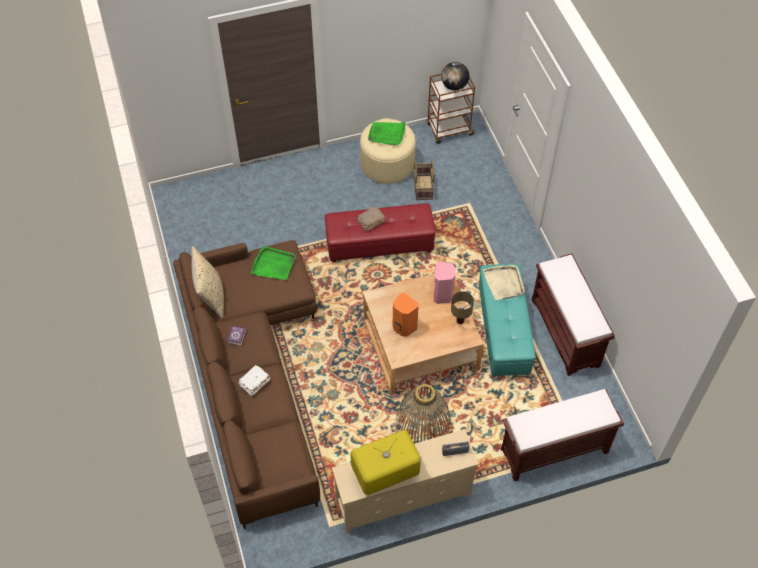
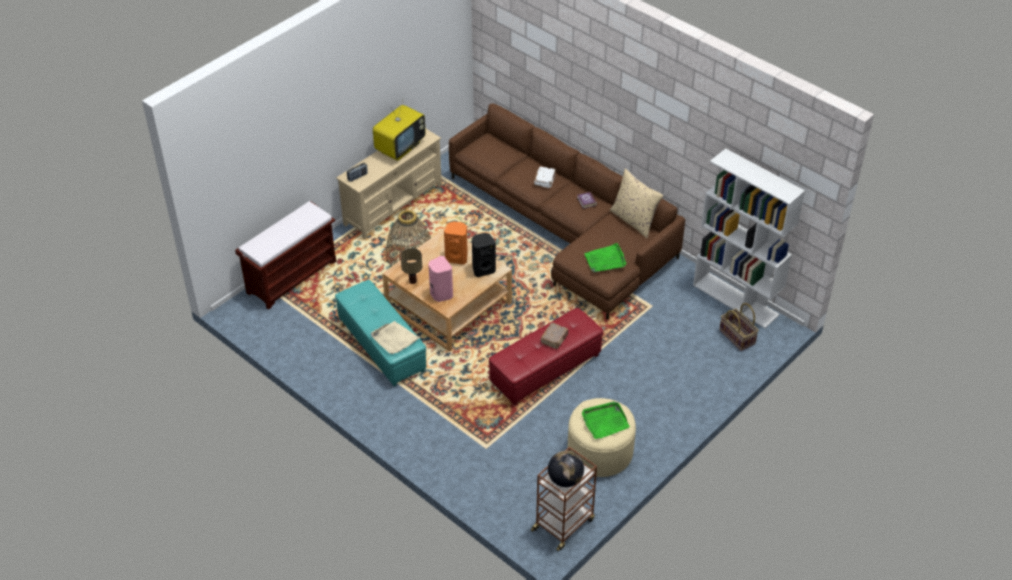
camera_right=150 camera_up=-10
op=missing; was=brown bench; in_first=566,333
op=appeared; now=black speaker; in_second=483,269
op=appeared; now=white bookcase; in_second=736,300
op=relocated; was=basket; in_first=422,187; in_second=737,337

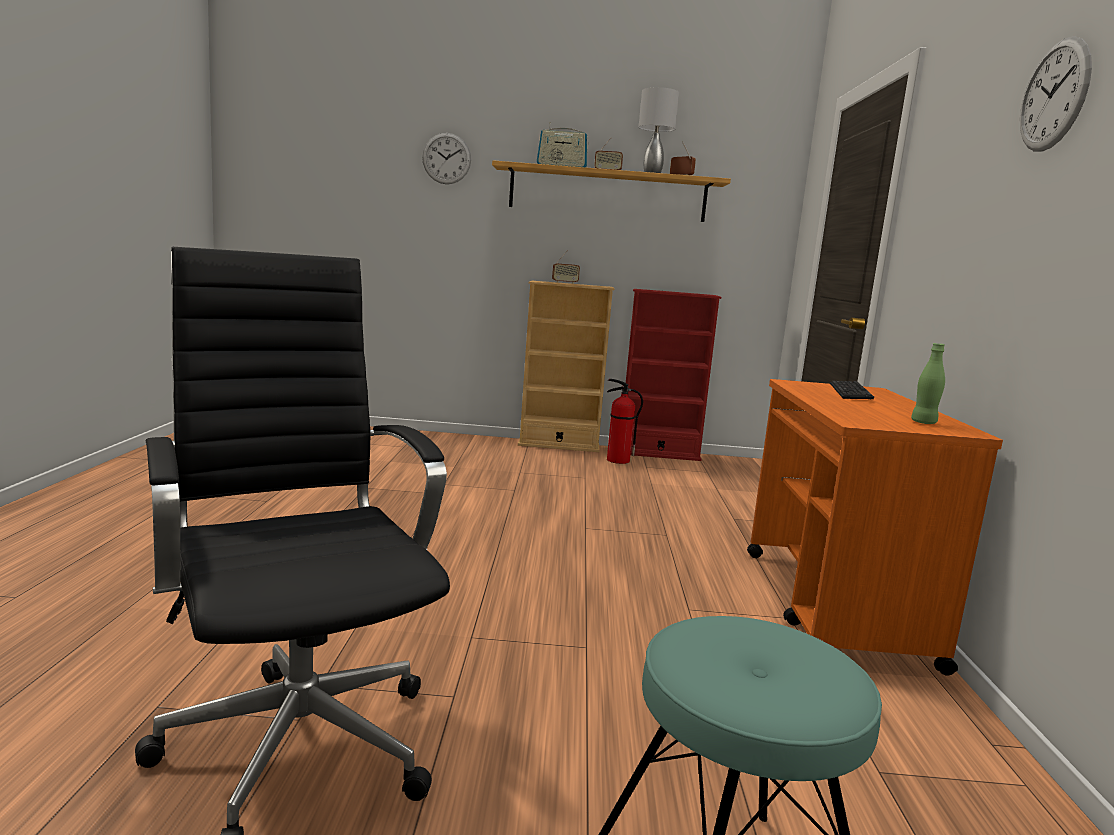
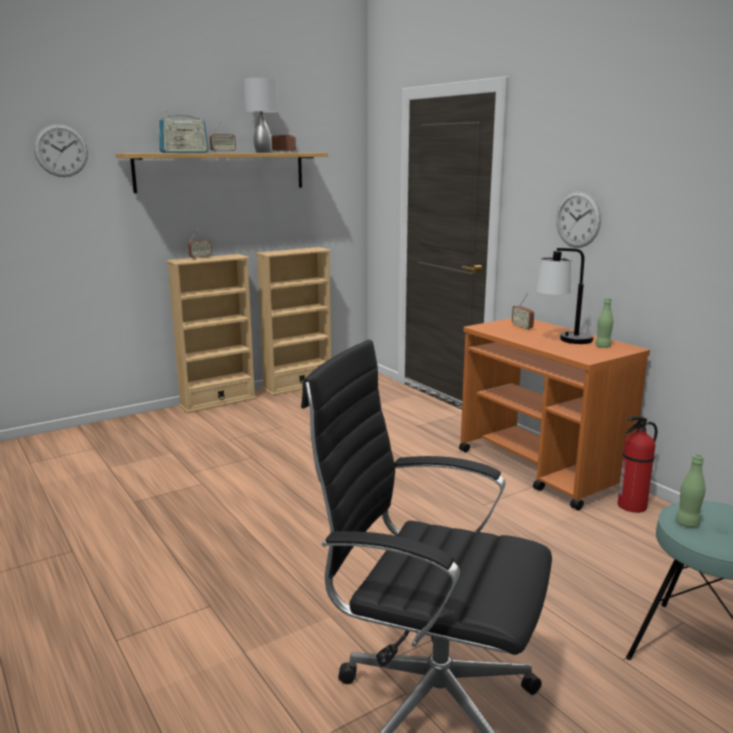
camera_right=-35 camera_up=5
op=appeared; now=table lamp; in_second=562,341
op=appeared; now=green bottle; in_second=687,523
op=relocated; was=fire extinguisher; in_first=617,460; in_second=631,506
op=relocated; was=wall clock; in_first=1054,95; in_second=578,219
op=exchanged; was=keyboard; now=radio; in_first=850,392; in_second=522,327
op=colour; was=red bookcase; now=beige bookcase; in_first=658,454; in_second=298,386

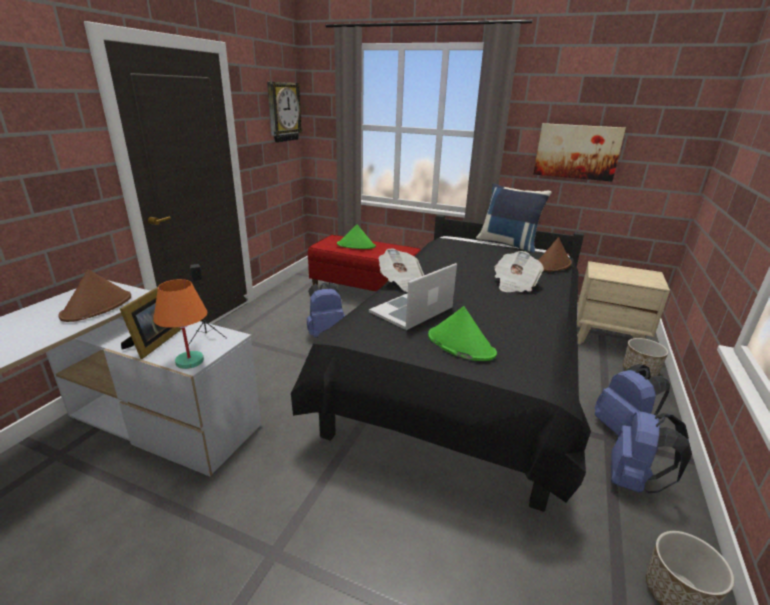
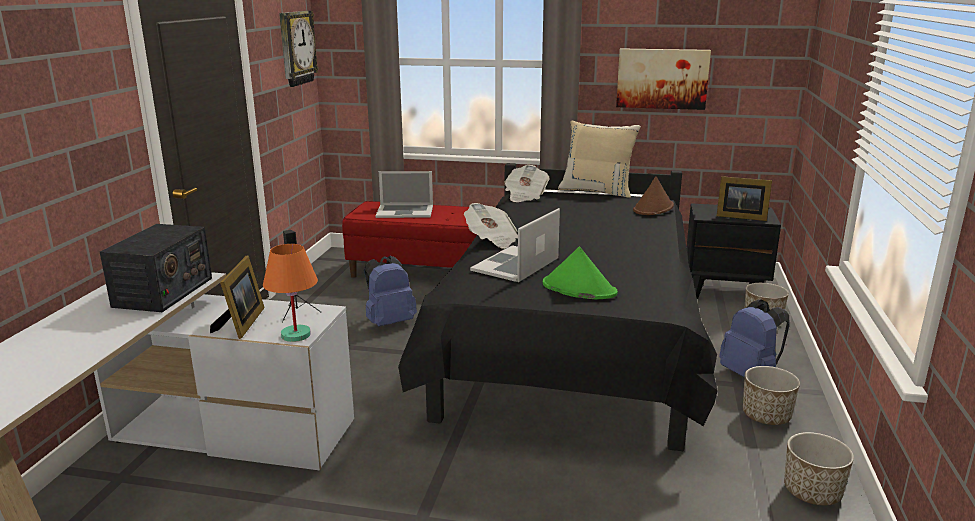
camera_right=-10 camera_up=-5
op=appeared; now=picture frame; in_second=739,216
op=relocated; was=newspaper; in_first=514,284; in_second=525,196
op=exchanged; was=brown hat; now=radio; in_first=97,307; in_second=163,292
op=exchanged; was=green hat; now=laptop; in_first=356,245; in_second=405,211
op=exchanged; was=blue backpack; now=planter; in_first=633,481; in_second=766,416
op=colour; was=blue pillow; now=beige pillow; in_first=508,244; in_second=597,191
op=colour; was=beige nightstand; now=black nightstand; in_first=608,339; in_second=724,292

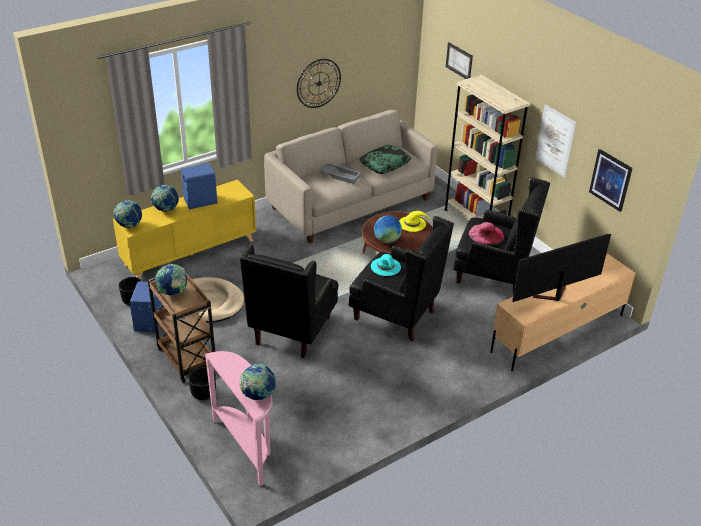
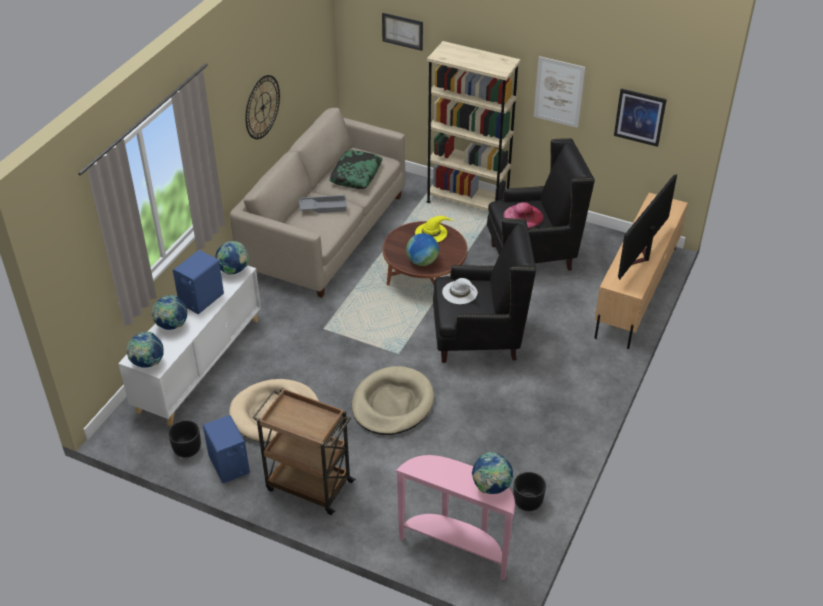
camera_right=-30 camera_up=5
op=relocated; was=globe; in_first=173,293; in_second=233,271
op=relocated; was=black planter; in_first=203,393; in_second=527,501
op=exchanged; was=black armchair; now=beige dog bed; in_first=292,331; in_second=392,404
op=colour; was=yellow cabinet; now=white cabinet; in_first=190,252; in_second=199,364
op=colour; was=turquoise hat; now=white hat; in_first=386,267; in_second=460,292

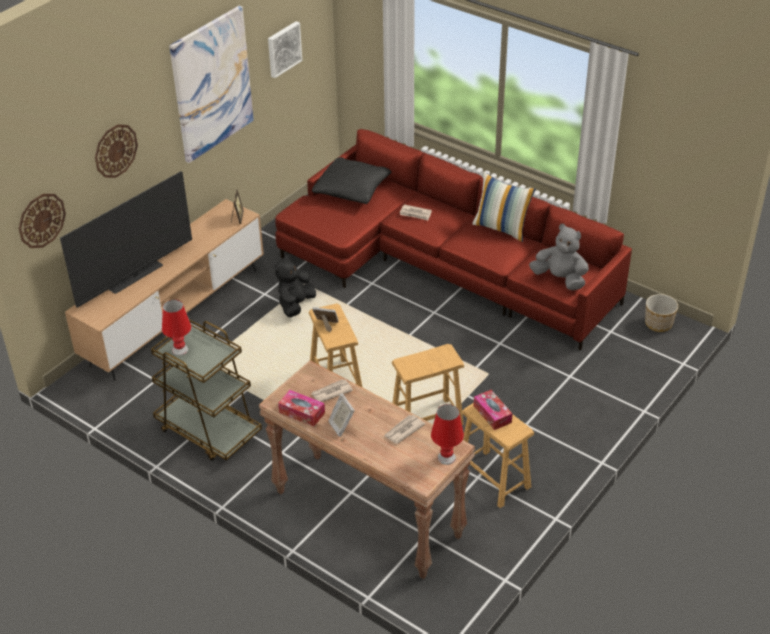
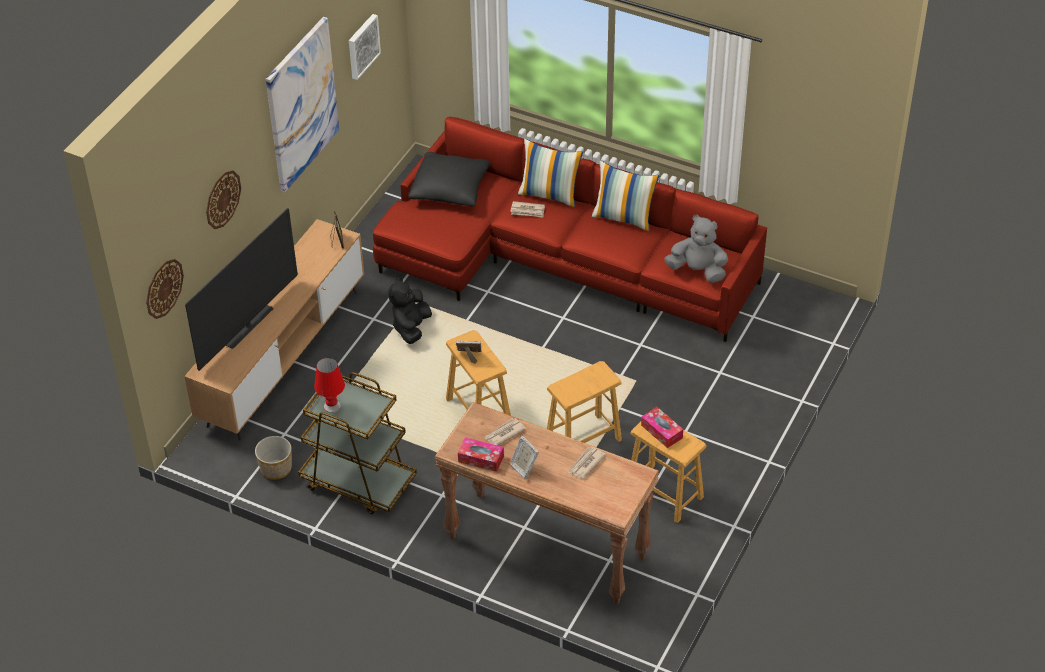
camera_right=-10 camera_up=5
op=missing; was=red table lamp; in_first=446,457
op=appeared; now=pillow; in_second=550,194
op=relocated; was=planter; in_first=658,323; in_second=275,468

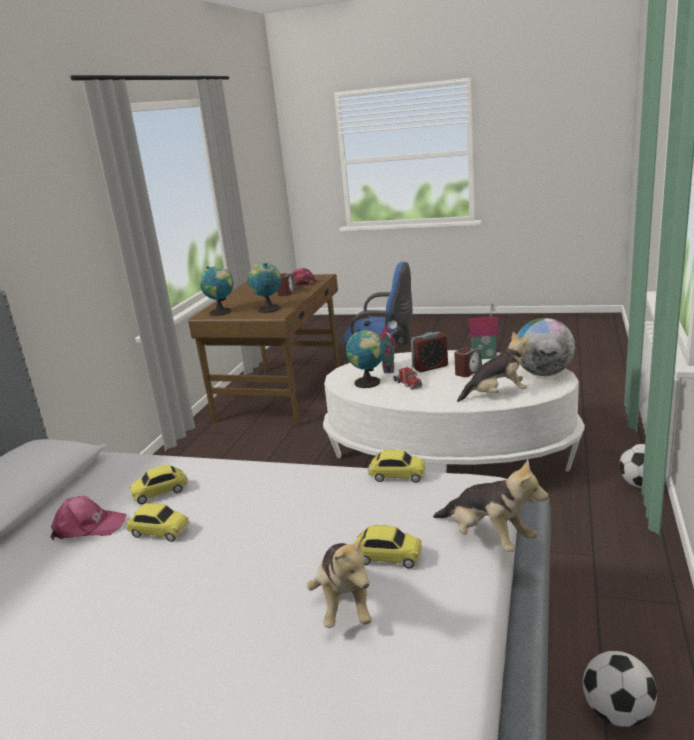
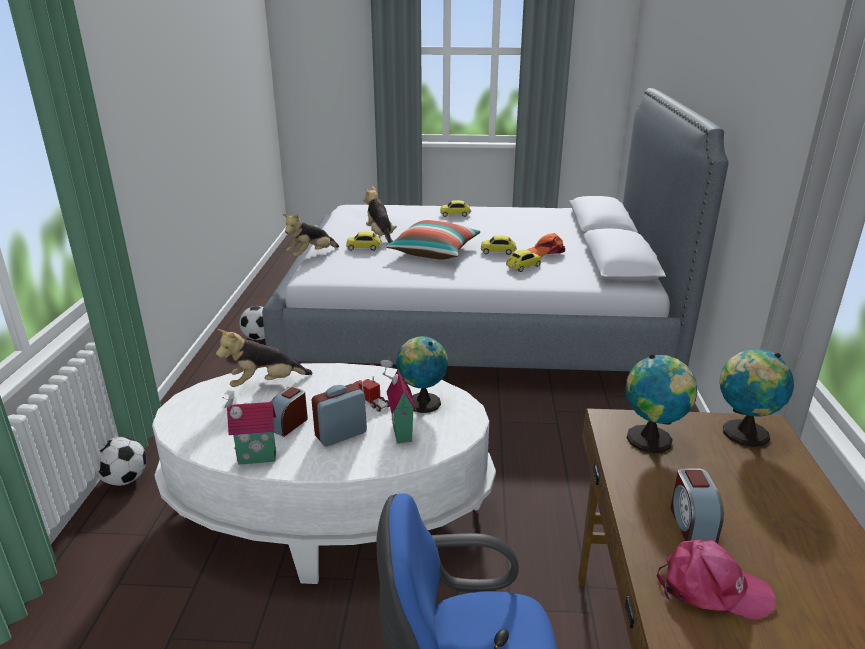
camera_right=165 camera_up=5
op=missing; was=globe; in_first=543,373
op=appeared; now=pillow; in_second=434,252
op=relocated; was=toy car; in_first=397,475; in_second=455,214
op=colour; was=pink cap; now=orange cap; in_first=88,527; in_second=545,252
op=spun; was=plush toy; in_first=488,538; in_second=311,255; clockwise=-75

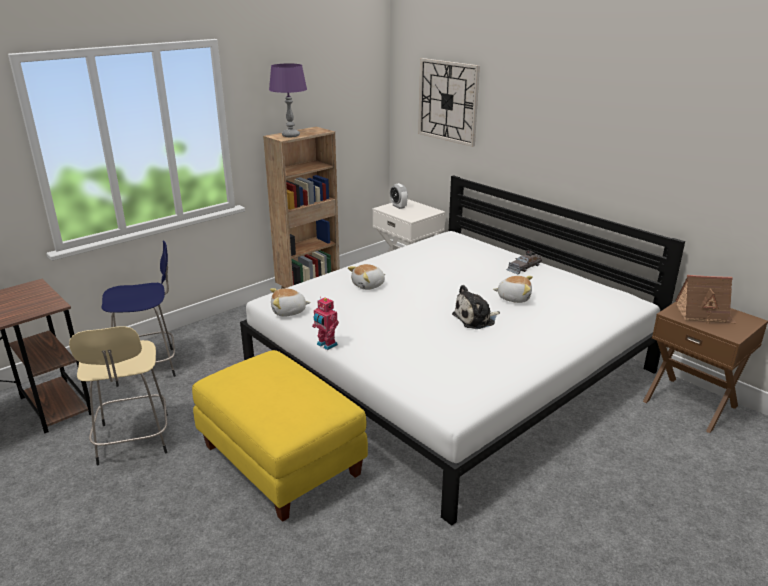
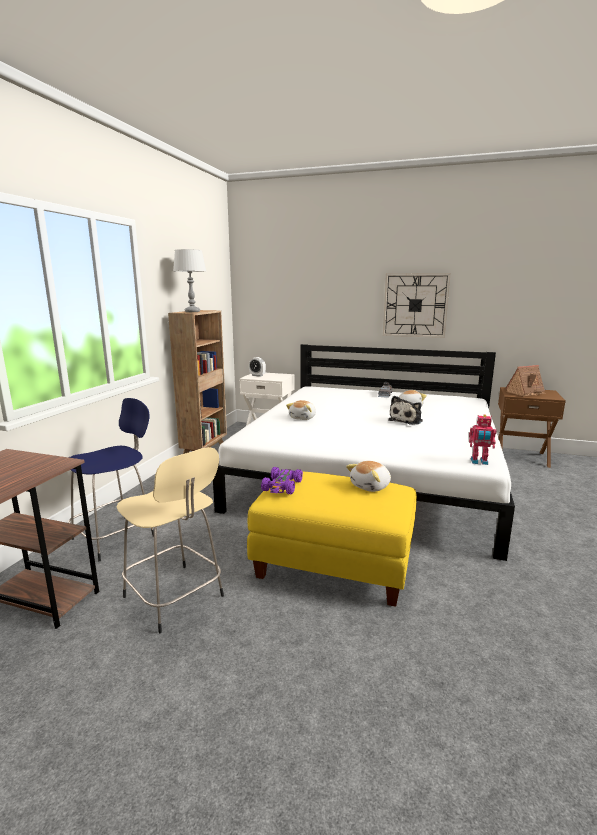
camera_right=-30 camera_up=-10
op=appeared; now=purple toy car; in_second=282,486
op=relocated; was=plush toy; in_first=289,312; in_second=371,486
op=relocated; was=toy robot; in_first=326,345; in_second=479,462
op=relocated; was=wall clock; in_first=448,101; in_second=415,305
op=colour; was=purple table lamp; now=grey table lamp; in_first=291,135; in_second=192,312

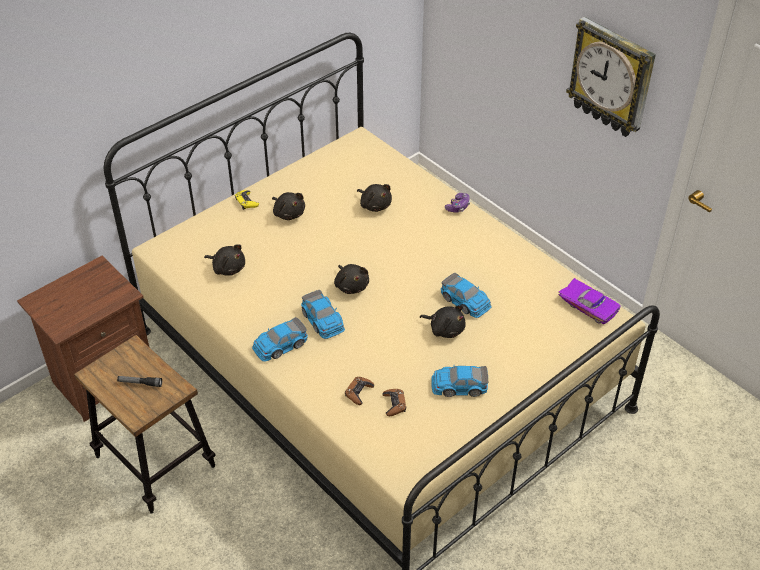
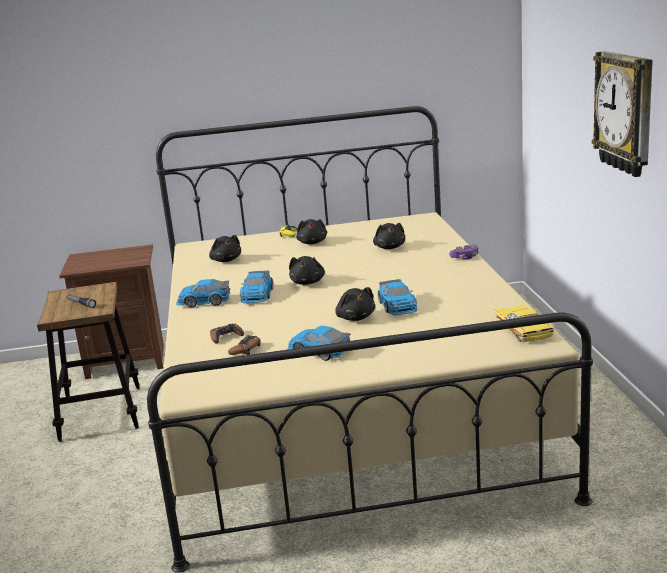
camera_right=35 camera_up=-25
op=colour; was=purple toy car; now=yellow toy car; in_first=589,305; in_second=525,329

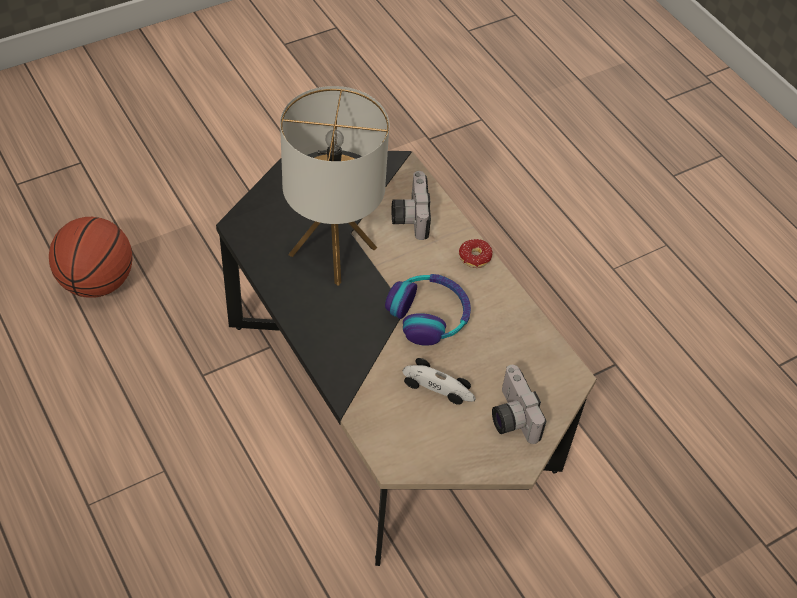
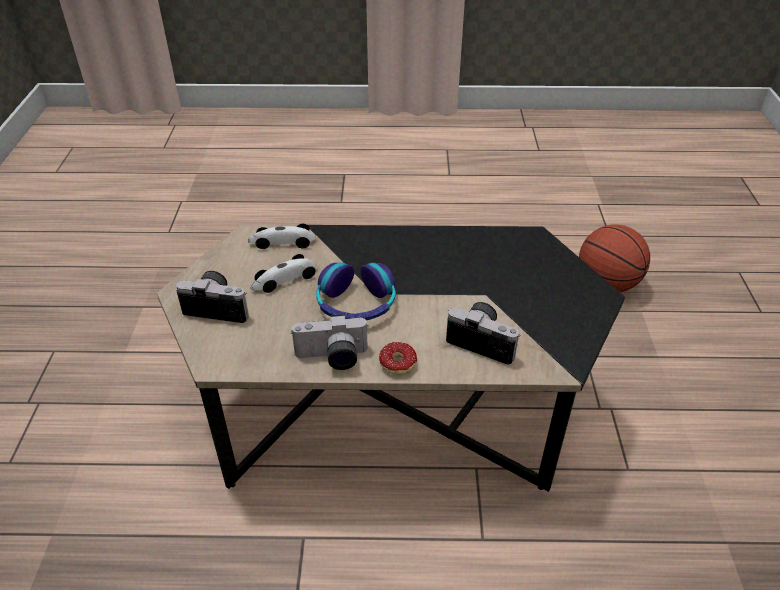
camera_right=125 camera_up=-10
op=missing; was=table lamp; in_first=333,250
op=appeared; now=toy car; in_second=282,242
op=appeared; now=photo camera; in_second=332,358

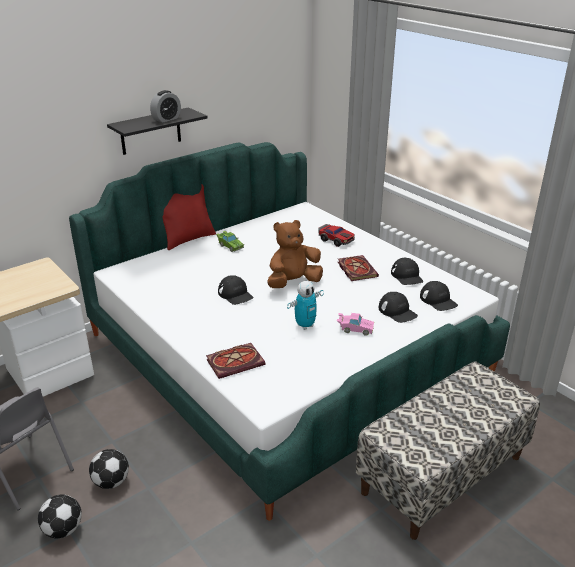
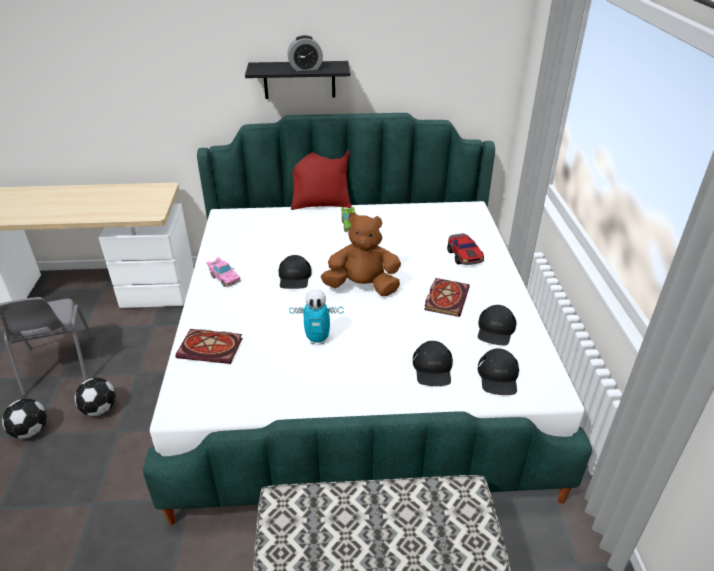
camera_right=35 camera_up=5
op=relocated; was=pink toy car; in_first=355,329; in_second=224,278

